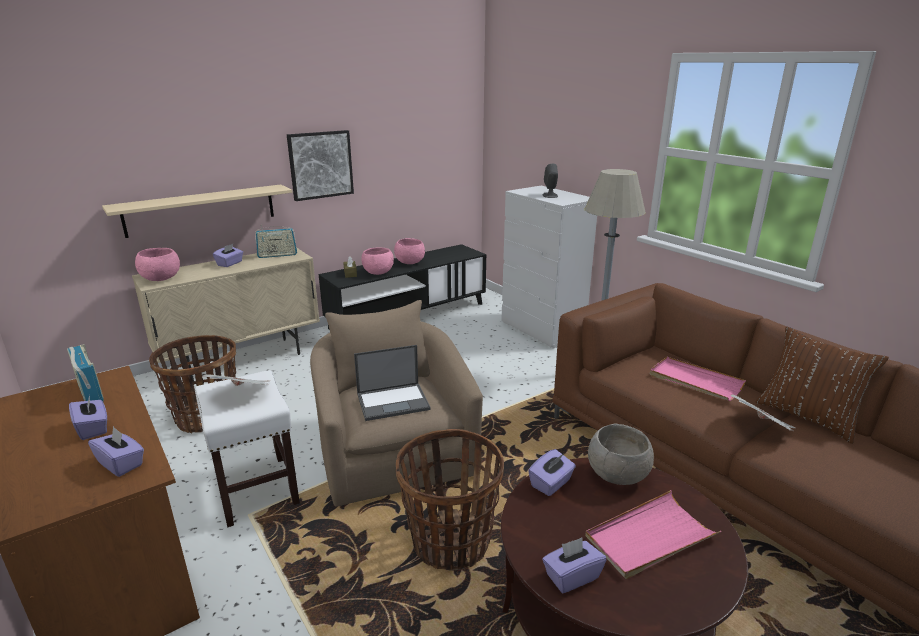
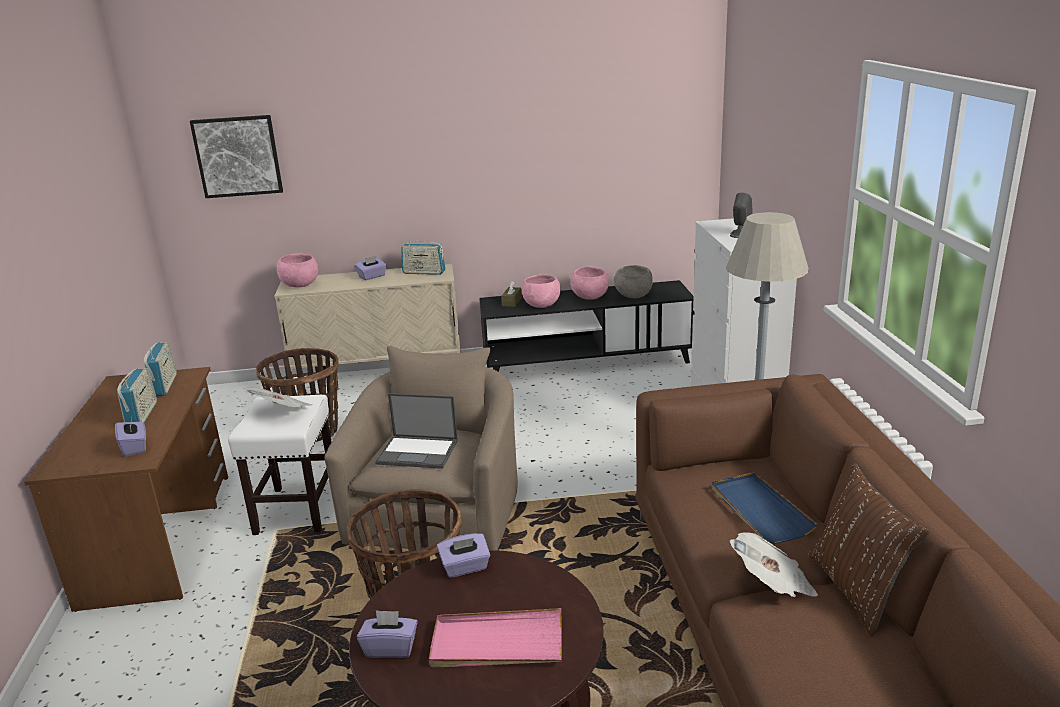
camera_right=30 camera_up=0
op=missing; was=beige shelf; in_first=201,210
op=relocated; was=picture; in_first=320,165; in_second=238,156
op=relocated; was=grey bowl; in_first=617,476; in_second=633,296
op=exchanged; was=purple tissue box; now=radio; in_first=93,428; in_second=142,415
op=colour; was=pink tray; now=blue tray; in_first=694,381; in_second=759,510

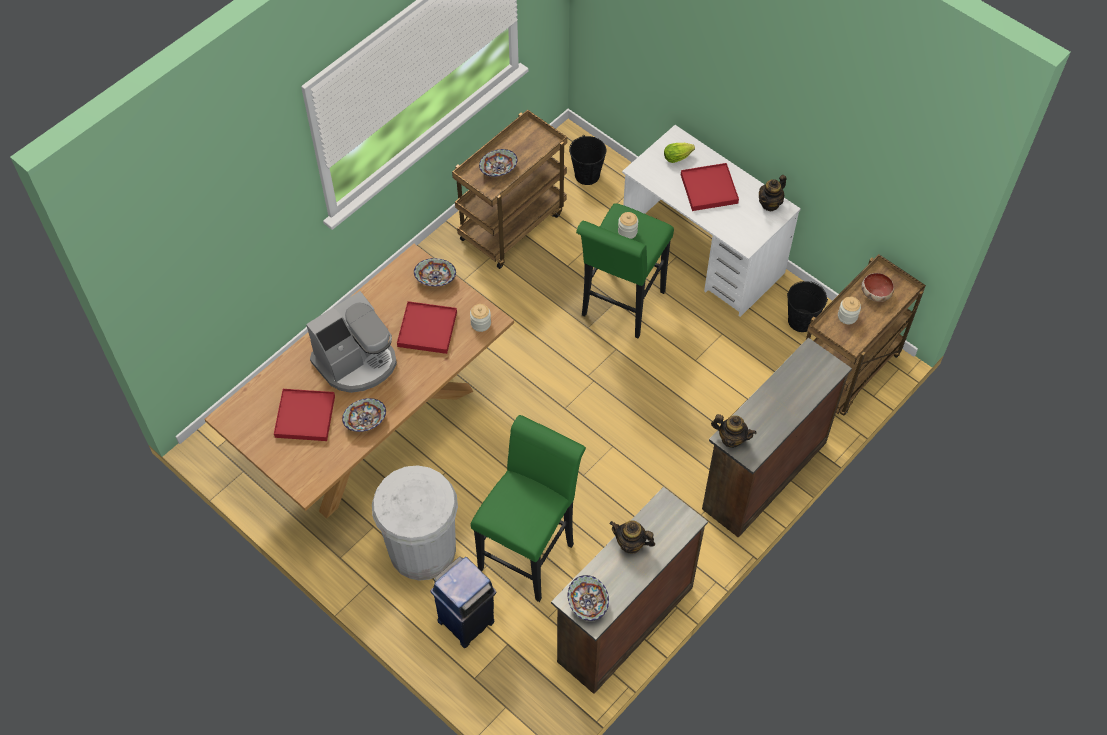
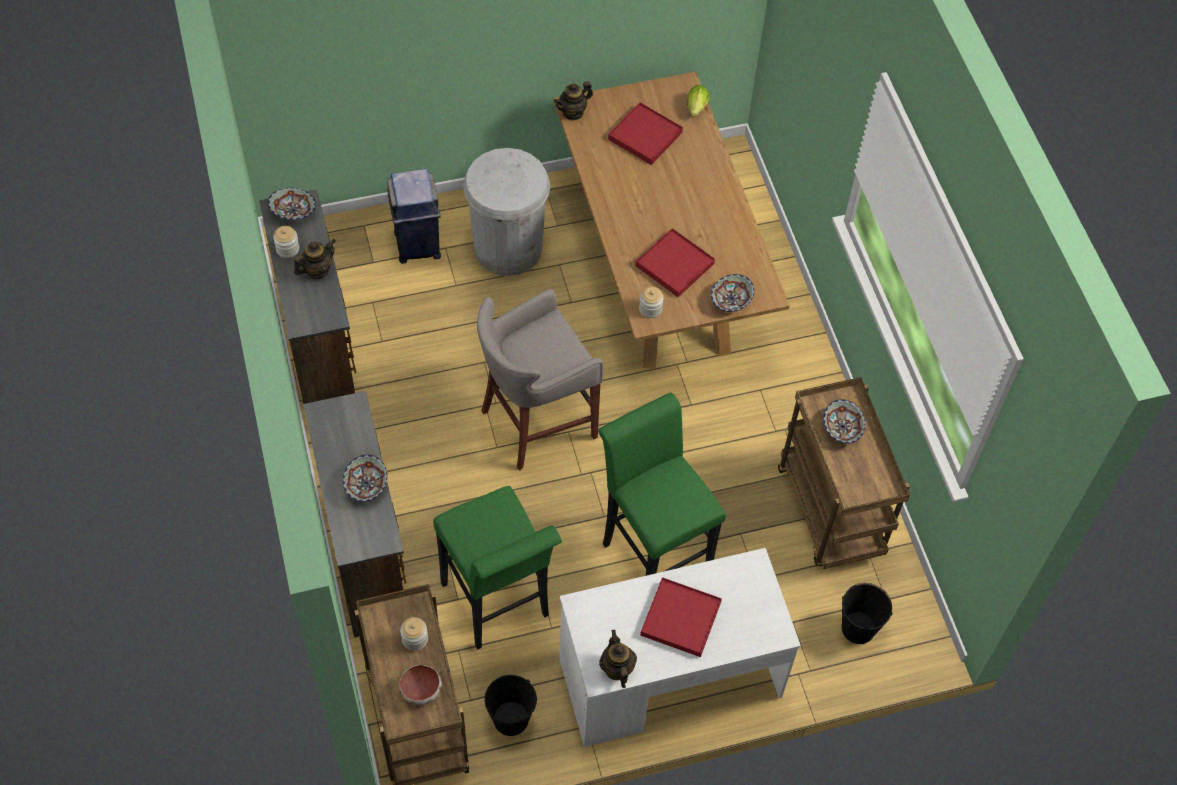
camera_right=120 camera_up=0
op=missing; was=coffee machine; in_first=357,362
op=appeared; now=grey stool; in_second=535,423
op=relocated; was=bowl; in_first=365,421; in_second=365,485
op=relocated; was=green stool; in_first=530,551; in_second=498,606
op=relocated; was=jar; in_first=627,232; in_second=287,249
op=relocated; was=lettuce; in_first=679,157; in_second=696,109
op=relocated; was=teapot; in_first=731,438; in_second=573,112

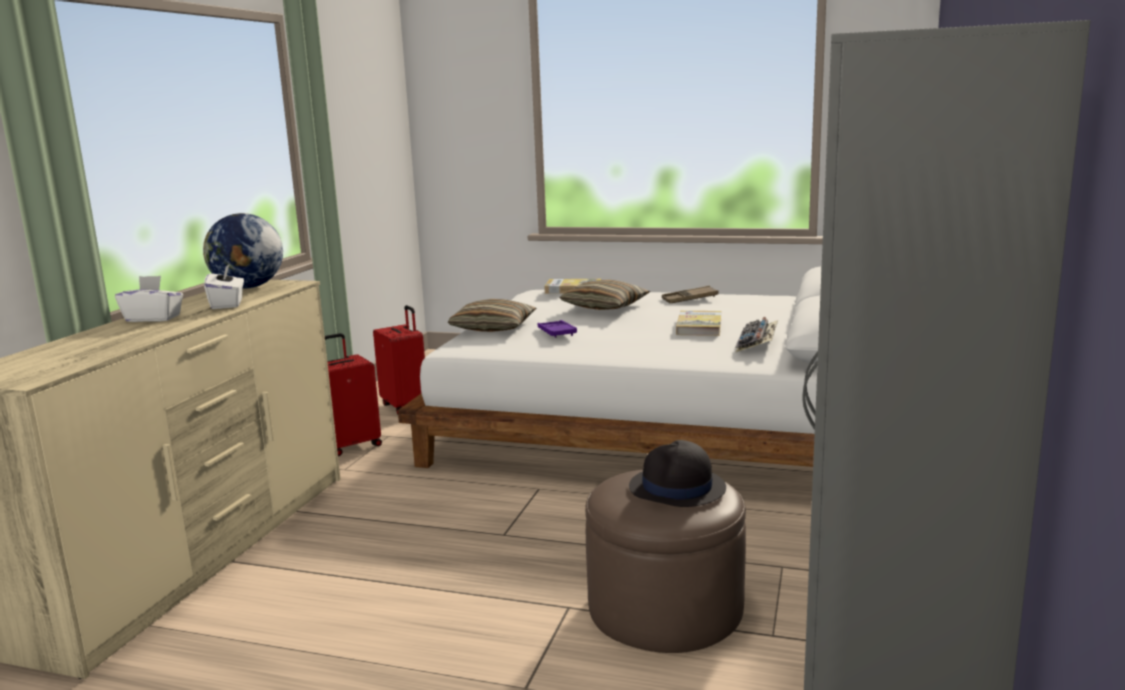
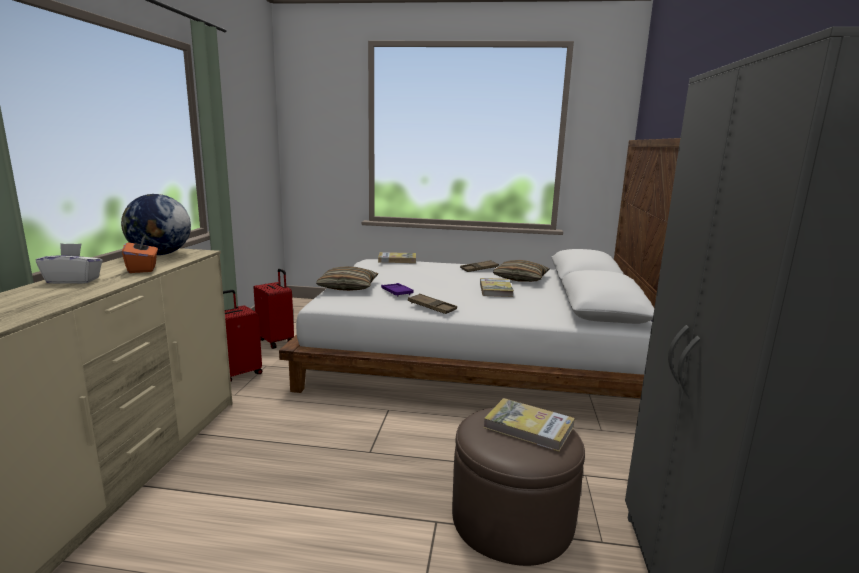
camera_right=-10 camera_up=0
op=missing; was=keyboard; in_first=757,343
op=appeared; now=brown tray; in_second=432,307
op=relocated; was=pillow; in_first=605,306; in_second=520,279
op=exchanged; was=black hat; now=book; in_first=677,489; in_second=528,427
op=colour; was=white tissue box; now=orange tissue box; in_first=227,304; in_second=143,269

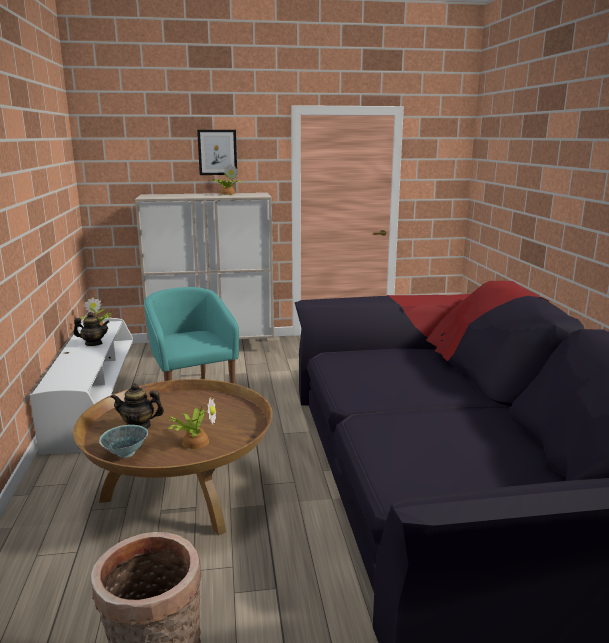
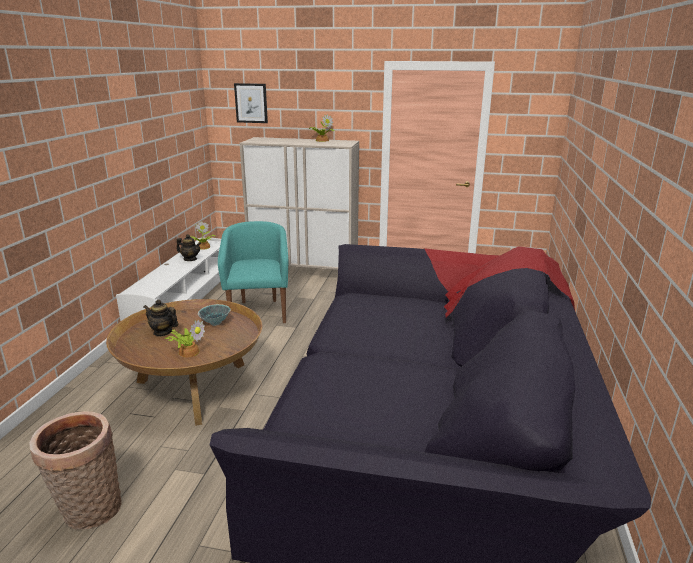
camera_right=20 camera_up=5
op=relocated; was=bowl; in_first=126,453; in_second=215,323
op=relocated; was=picture; in_first=217,152; in_second=251,103

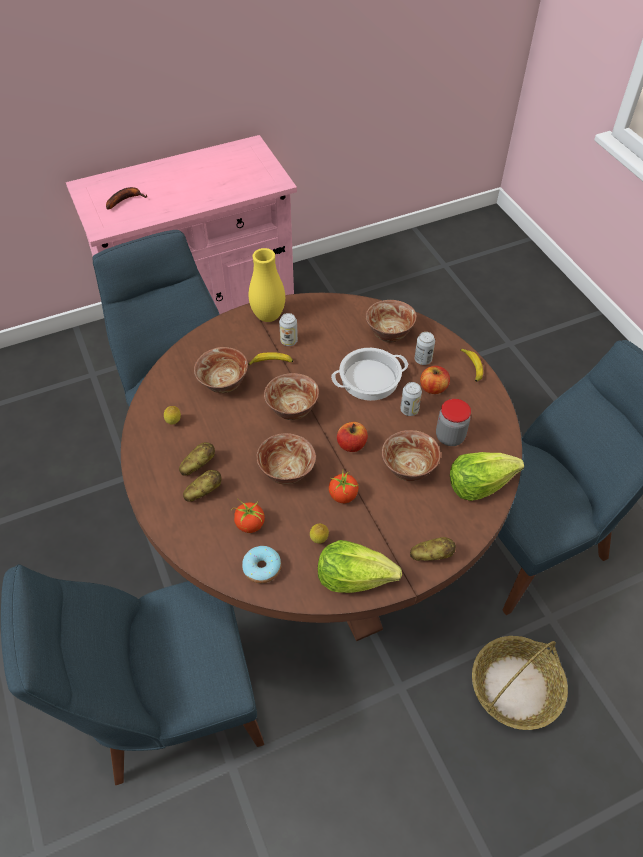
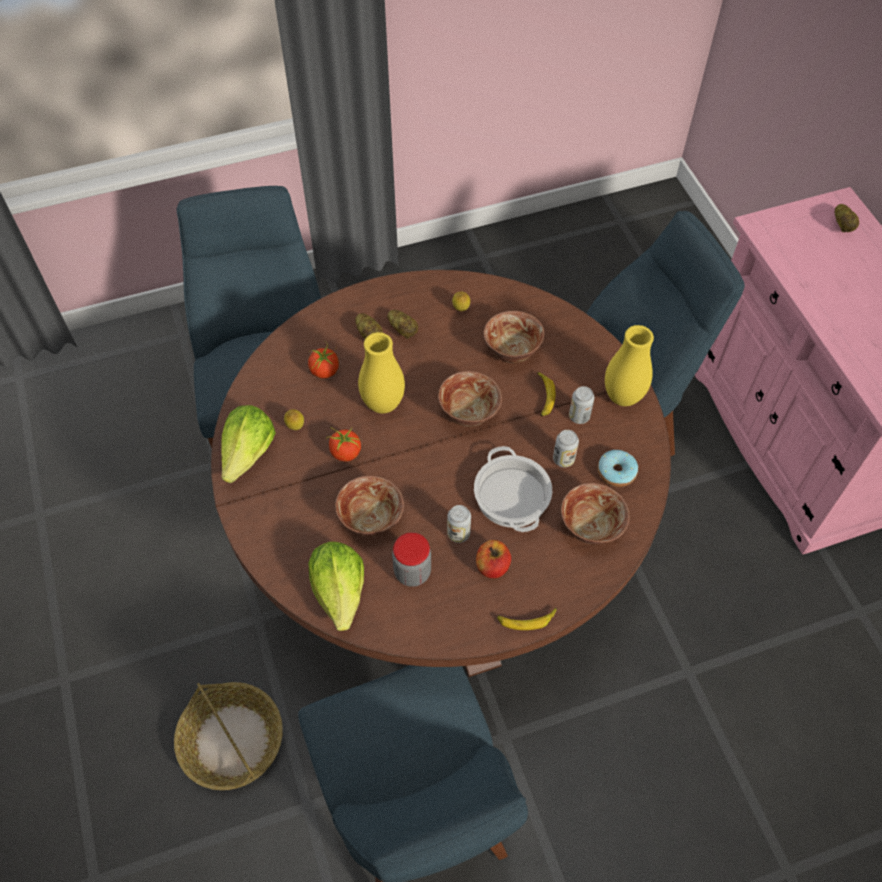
camera_right=95 camera_up=5
op=missing; was=banana; in_first=125,200
op=missing; was=apple; in_first=351,445
op=relocated; was=donut; in_first=262,568; in_second=616,472
op=relocated; was=potato; in_first=431,555; in_second=842,225
op=relocated; was=can; in_first=423,359; in_second=563,459
op=exchanged; was=bowl; now=yellow vase; in_first=286,472; in_second=383,404

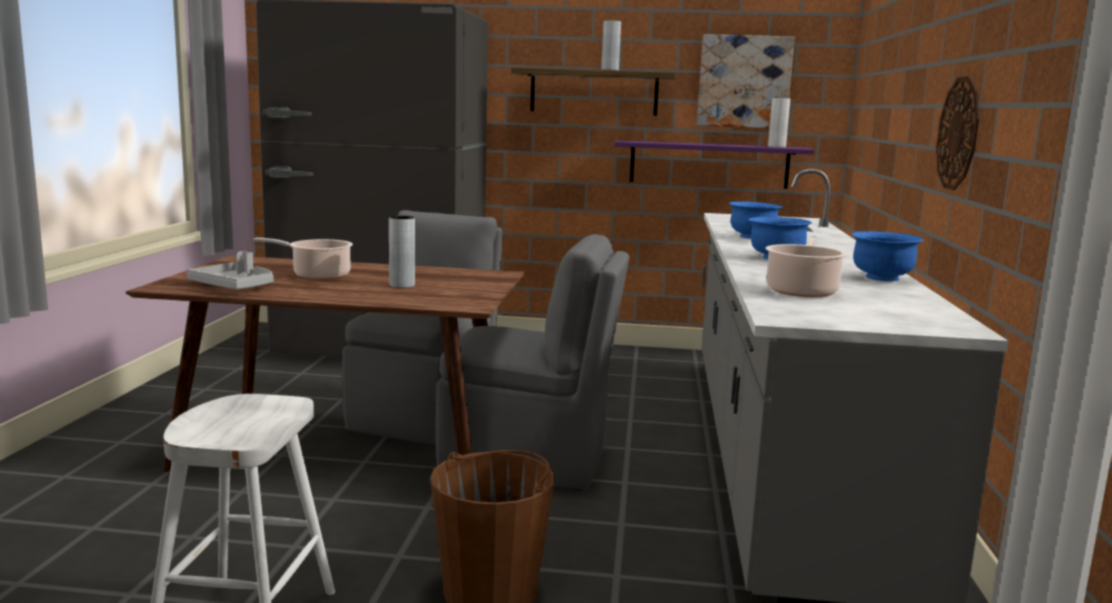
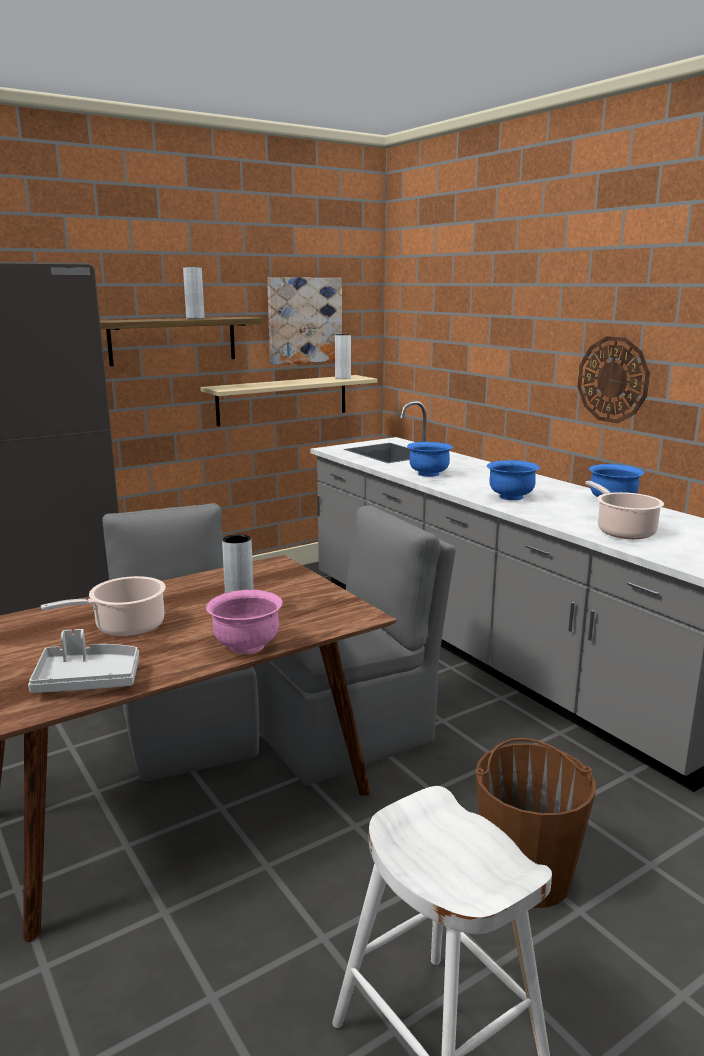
camera_right=-40 camera_up=5
op=appeared; now=pink bowl; in_second=246,646
op=colour; was=purple shelf; now=beige shelf; in_first=709,164; in_second=283,399

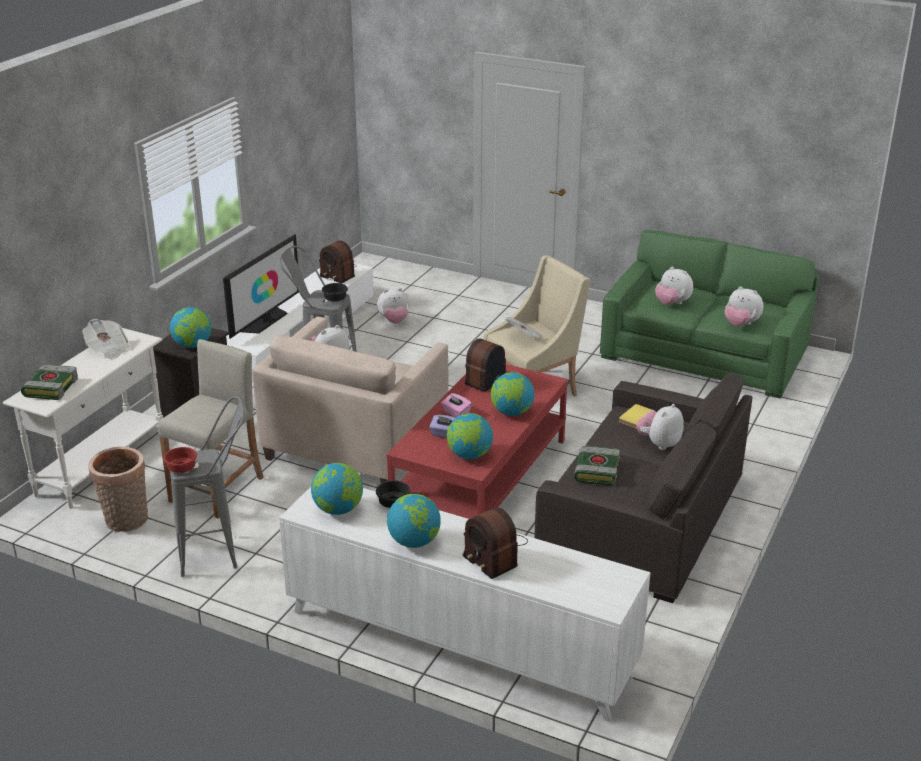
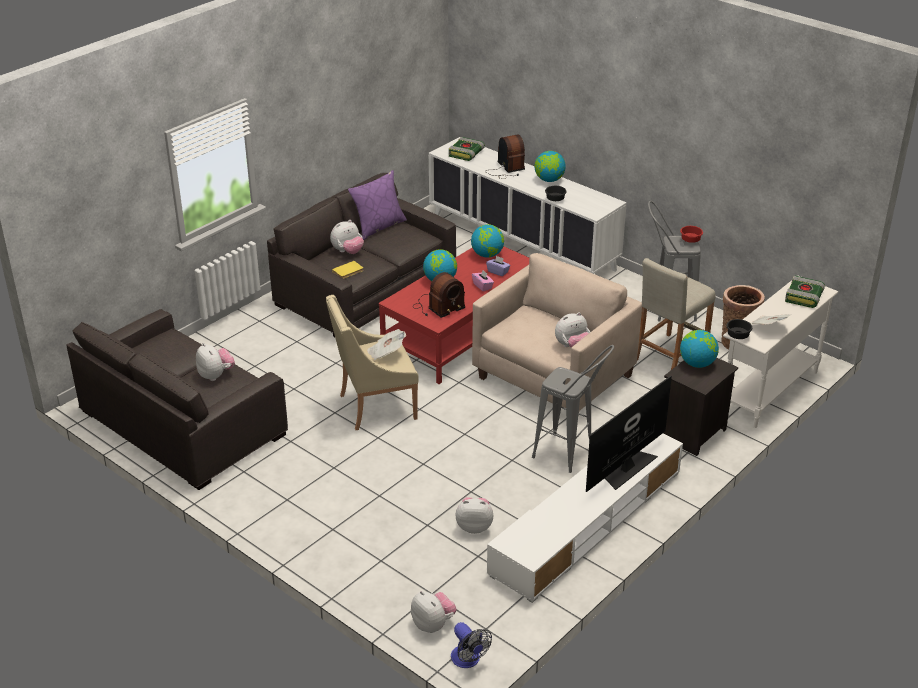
camera_right=-165 camera_up=5
op=missing; was=globe; in_first=338,510
op=missing; was=radio; in_first=338,273
op=appeared; now=purple pillow; in_second=378,227
op=appeared; now=fan; in_second=468,660
op=relocated; was=black bowl; in_first=335,299; in_second=738,336
op=relocated; was=book; in_first=596,471; in_second=466,153
op=relocated; was=plush toy; in_first=741,324; in_second=433,624
op=colour; was=green sofa; now=grey sofa; in_first=705,353; in_second=182,423

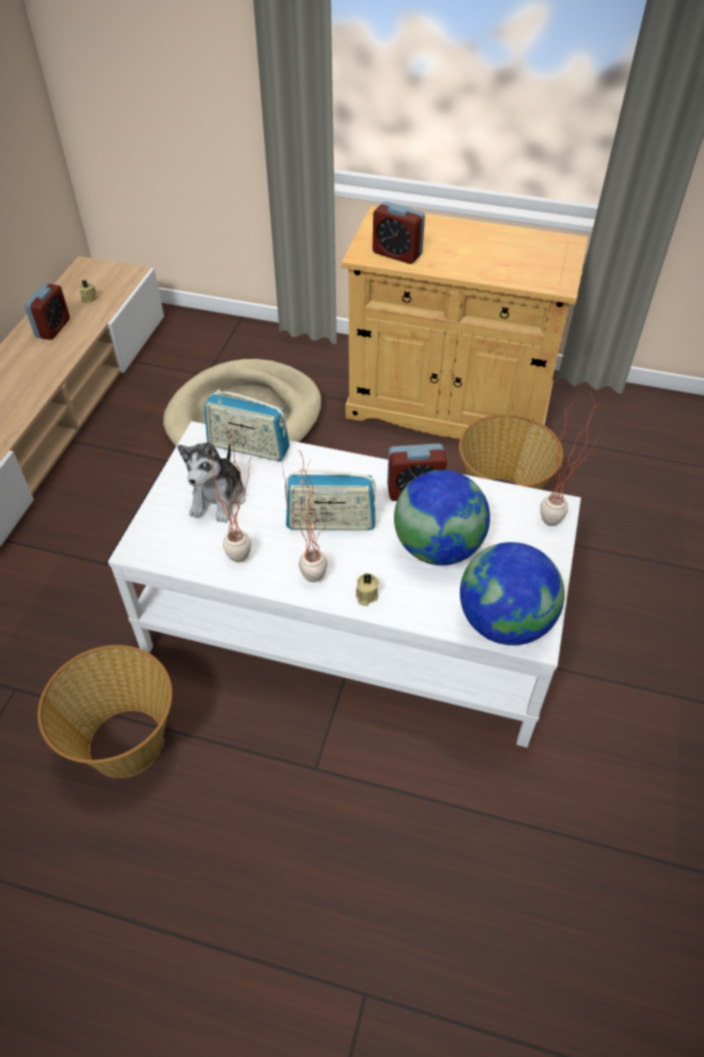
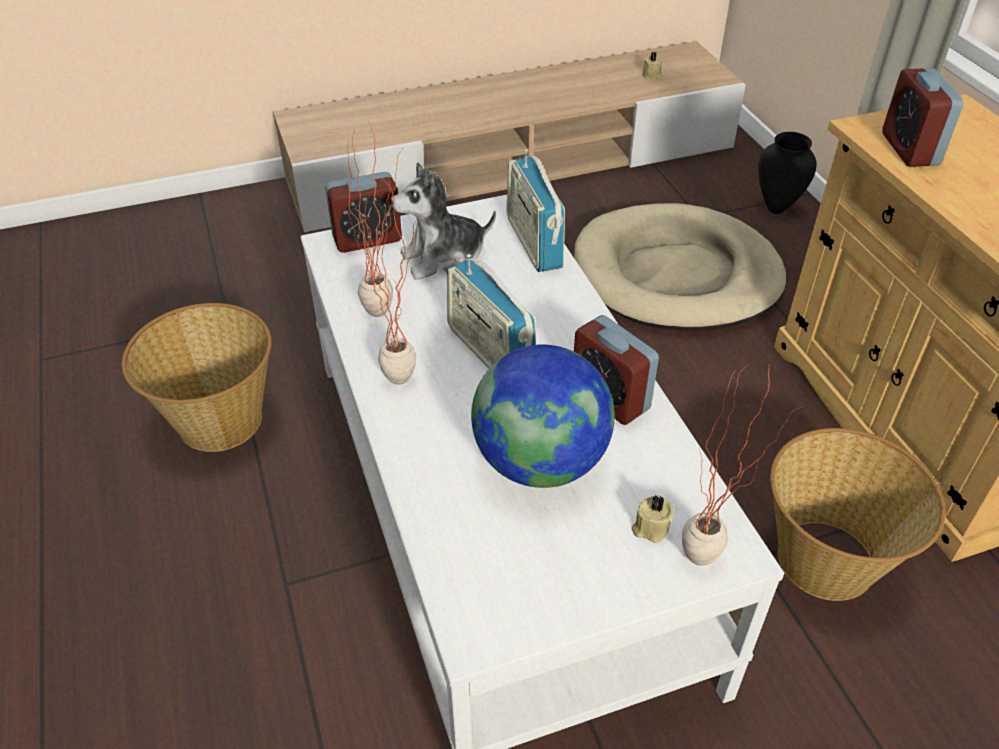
camera_right=55 camera_up=-5
op=missing; was=globe; in_first=504,622
op=appeared; now=black vase; in_second=776,208
op=relocated; was=alarm clock; in_first=53,328; in_second=367,239
op=relocated; was=beige candle; in_first=366,595; in_second=650,528

